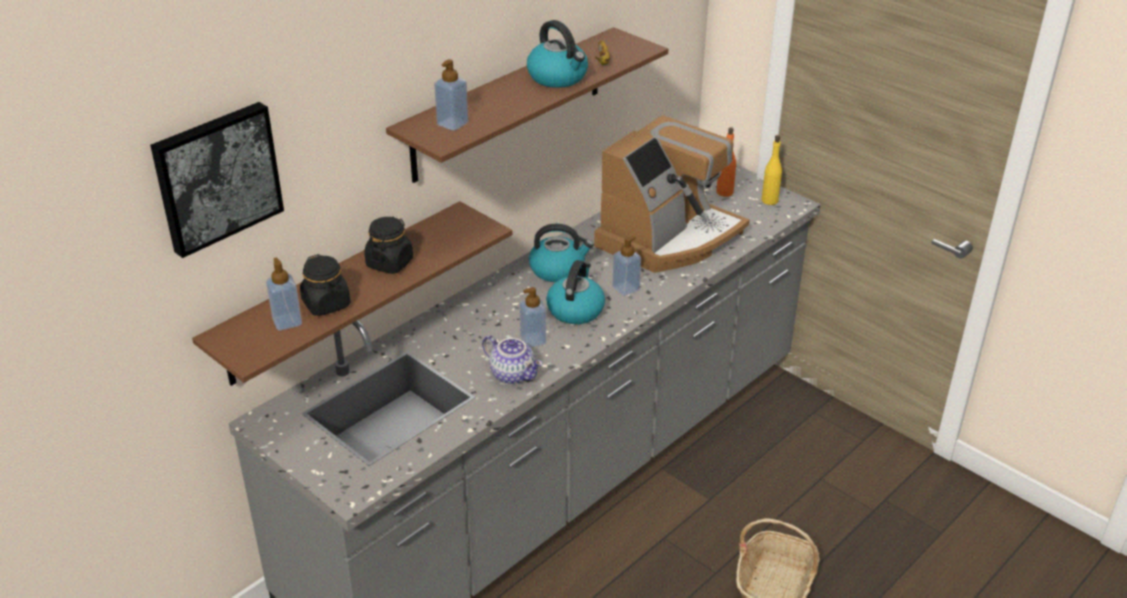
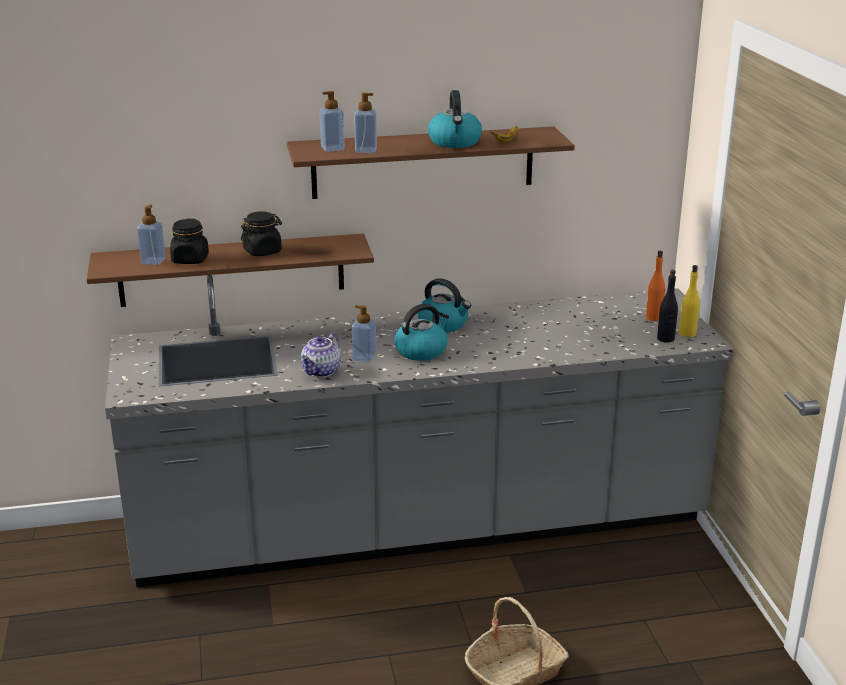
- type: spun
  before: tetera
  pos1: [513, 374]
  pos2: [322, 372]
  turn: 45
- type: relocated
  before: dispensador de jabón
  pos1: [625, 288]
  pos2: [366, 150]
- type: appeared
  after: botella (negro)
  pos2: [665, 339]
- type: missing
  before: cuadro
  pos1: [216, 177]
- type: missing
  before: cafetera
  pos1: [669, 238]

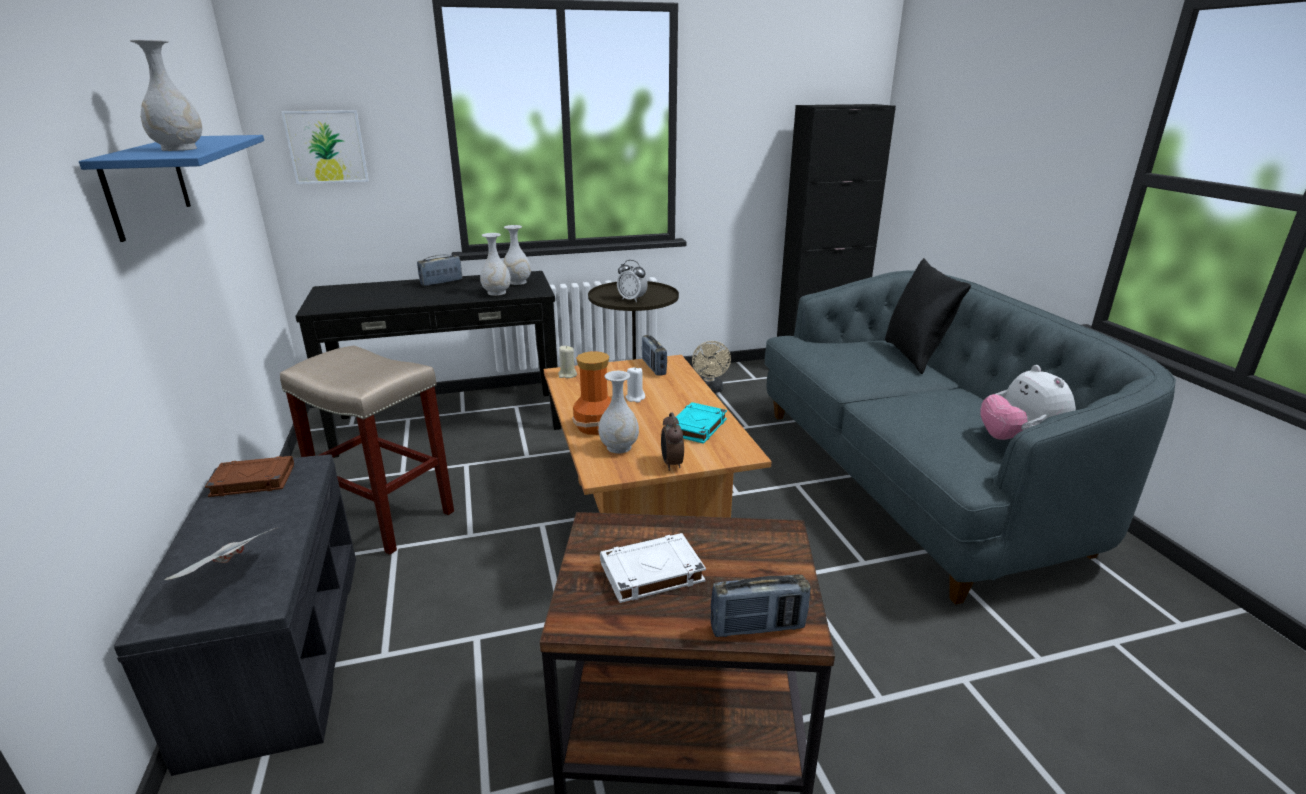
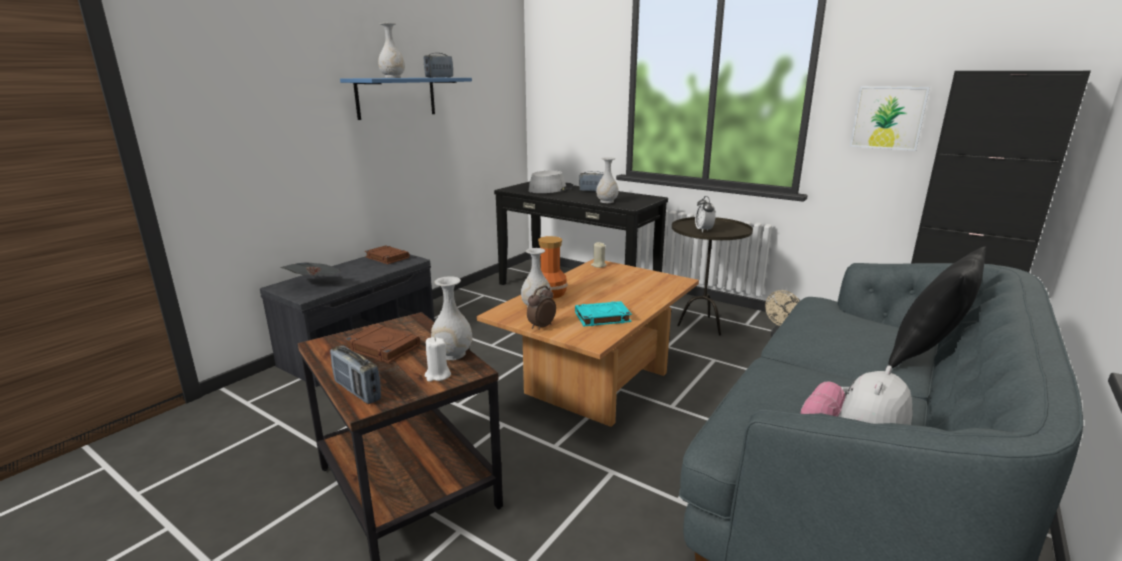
- type: colour
  before: libro (blanco)
  after: libro (marrón)
  pos1: [651, 573]
  pos2: [382, 347]
- type: relocated
  before: radio
  pos1: [653, 367]
  pos2: [439, 77]
- type: relocated
  before: vela (blanco)
  pos1: [635, 398]
  pos2: [437, 375]
- type: relocated
  before: florero (blanco)
  pos1: [517, 282]
  pos2: [452, 354]
- type: appeared
  after: sombrero (gris)
  pos2: [550, 189]
- type: relocated
  before: cuadro
  pos1: [326, 147]
  pos2: [888, 118]
- type: missing
  before: taburete (beis)
  pos1: [384, 516]

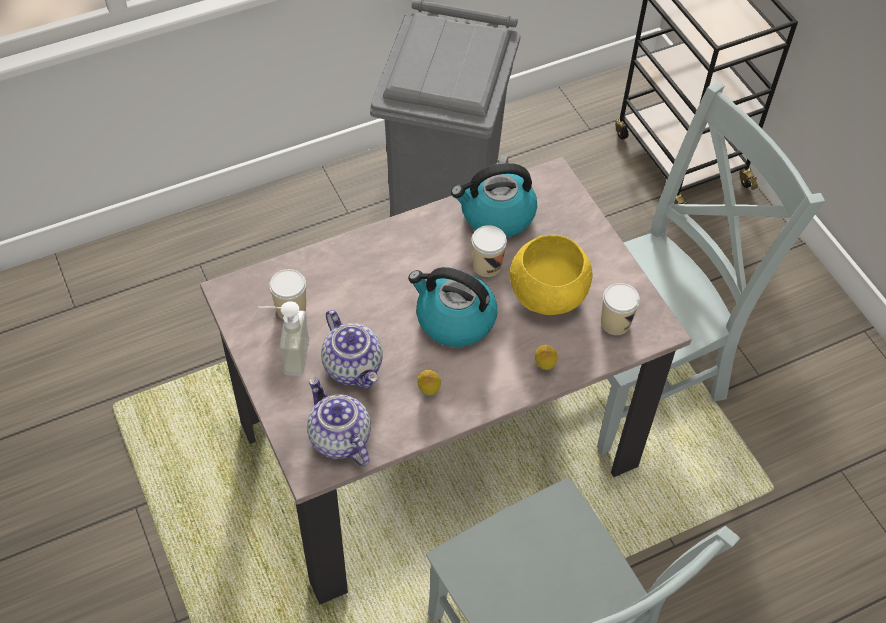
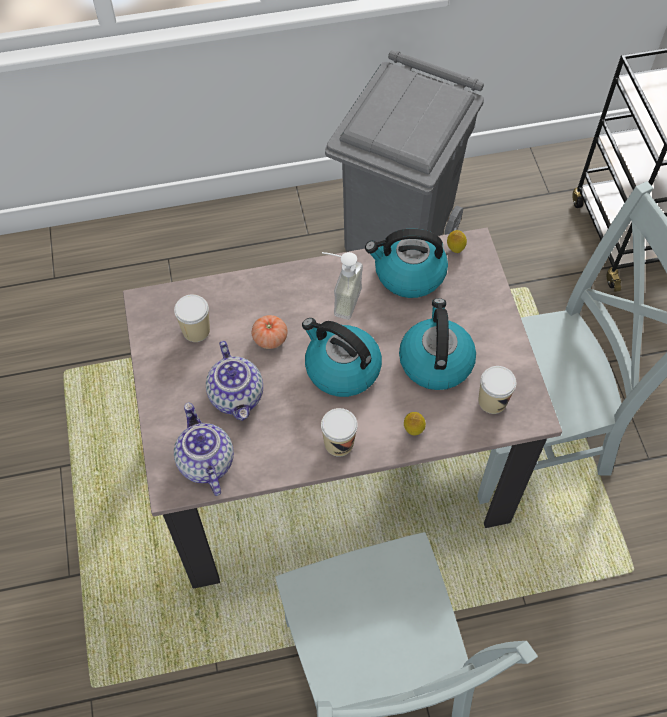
- type: appeared
  after: tomate
  pos2: [270, 338]
- type: relocated
  before: taza
  pos1: [487, 265]
  pos2: [339, 443]
- type: relocated
  before: dispensador de jabón
  pos1: [286, 355]
  pos2: [339, 299]
- type: exchanged
  before: cuenco (amarillo)
  after: hervidor
  pos1: [547, 295]
  pos2: [435, 361]
- type: relocated
  before: limón
  pos1: [428, 391]
  pos2: [455, 249]

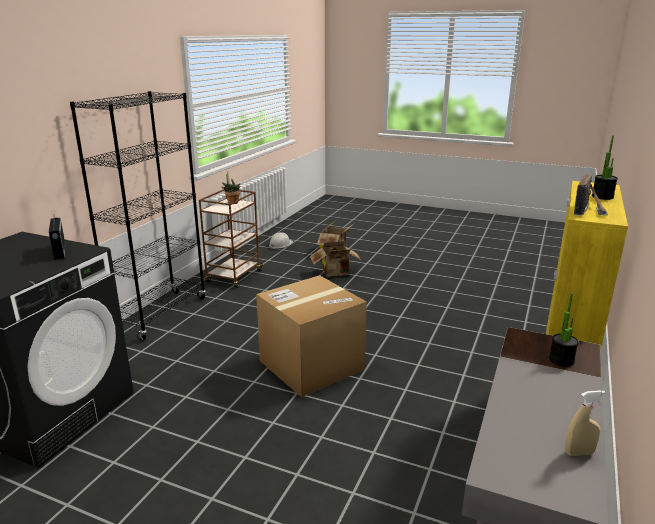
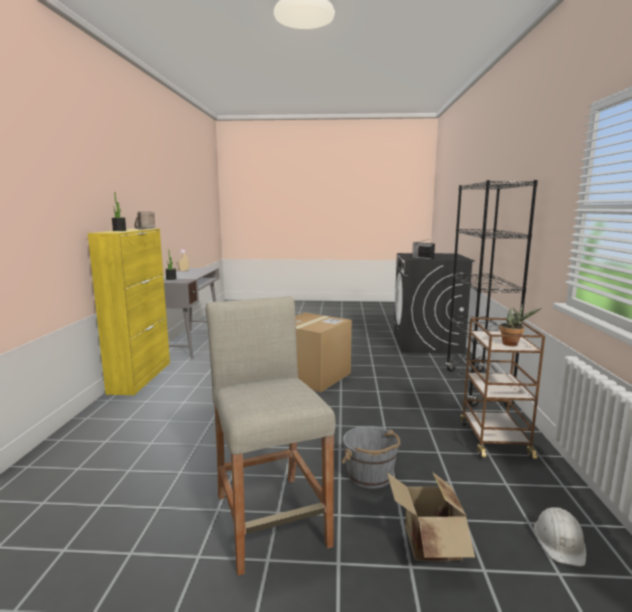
- type: appeared
  after: taburete (beis)
  pos2: [270, 519]
- type: exchanged
  before: caja de cartón
  after: cubo (gris)
  pos1: [336, 273]
  pos2: [370, 475]

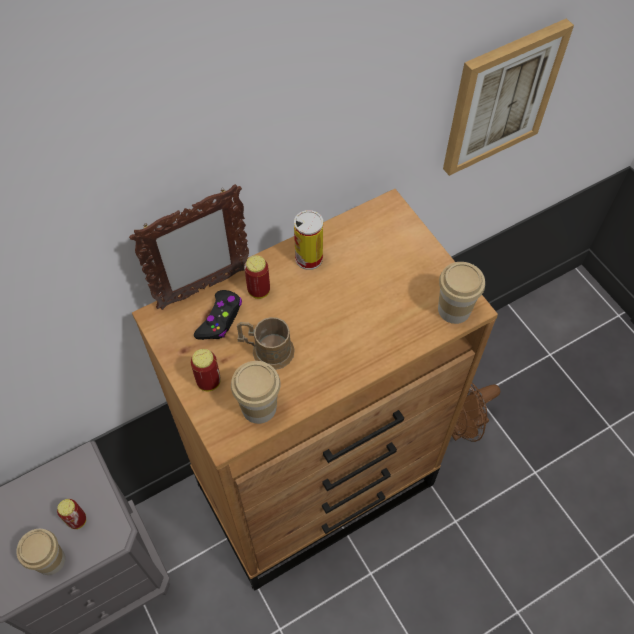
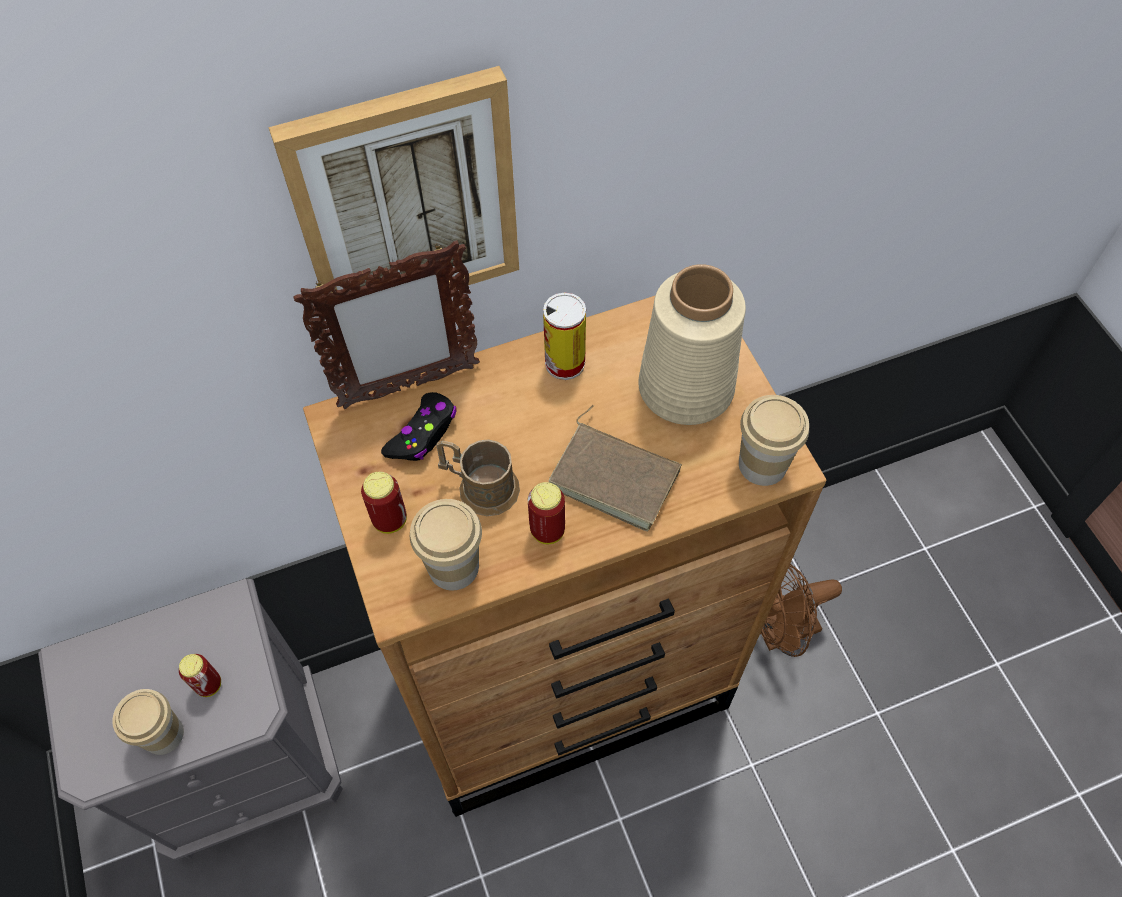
- type: relocated
  before: cuadro
  pos1: [501, 97]
  pos2: [406, 200]
- type: relocated
  before: lata
  pos1: [259, 290]
  pos2: [547, 530]
- type: appeared
  after: libro (marrón)
  pos2: [616, 476]
- type: appeared
  after: florero (beis)
  pos2: [686, 389]

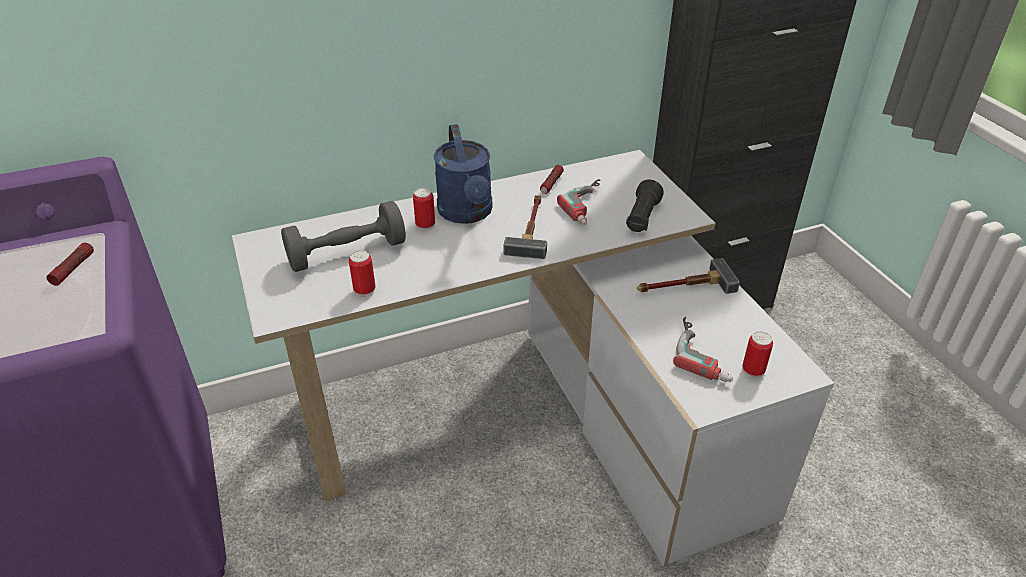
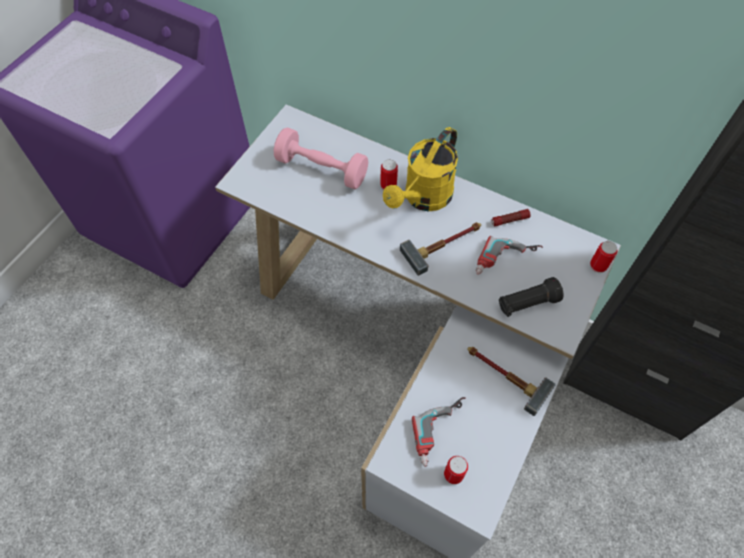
- type: colour
  before: mancuerna (gris)
  after: mancuerna (rosa)
  pos1: [347, 253]
  pos2: [322, 169]
- type: colour
  before: regadera (azul)
  after: regadera (amarillo)
  pos1: [467, 214]
  pos2: [423, 198]
- type: relocated
  before: lata
  pos1: [364, 290]
  pos2: [598, 266]
- type: missing
  before: linterna
  pos1: [73, 269]

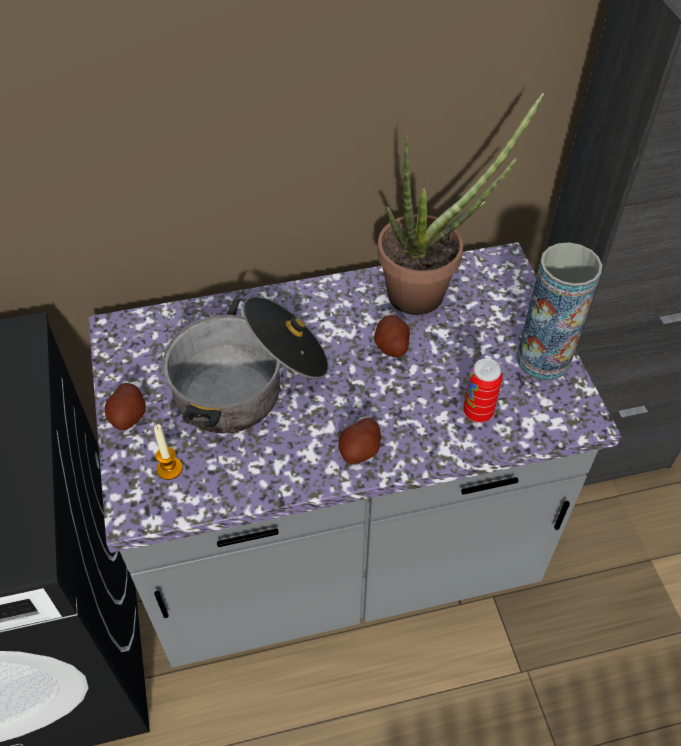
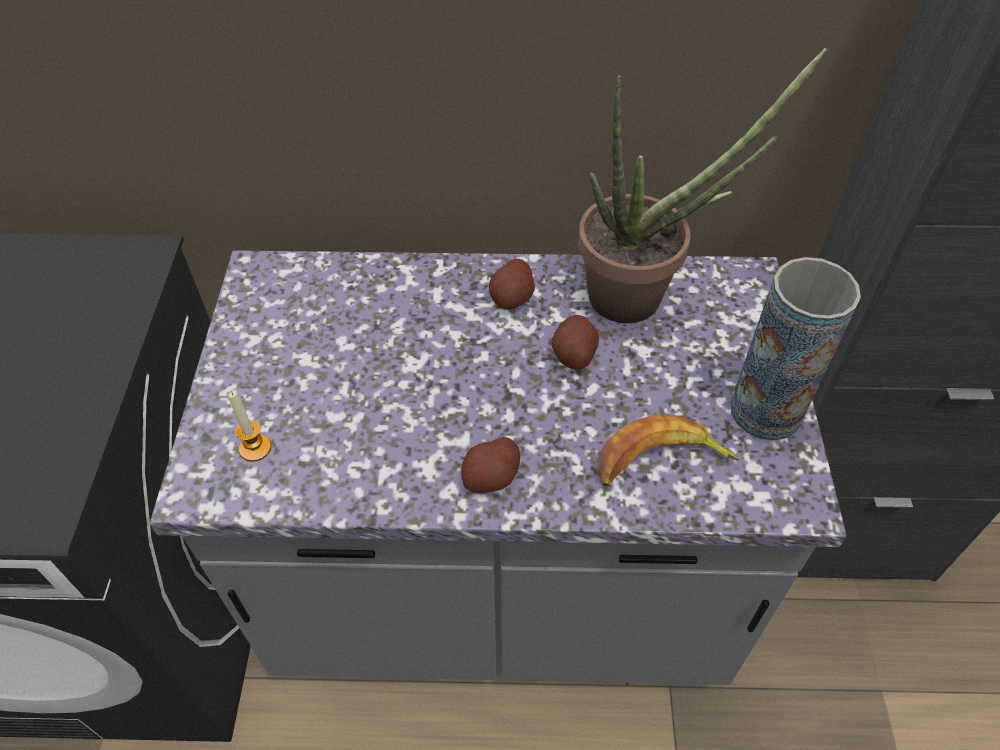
- type: relocated
  before: patata
  pos1: [128, 416]
  pos2: [512, 297]
- type: exchanged
  before: lata
  after: plátano
  pos1: [478, 412]
  pos2: [658, 461]
- type: missing
  before: olla
  pos1: [250, 384]

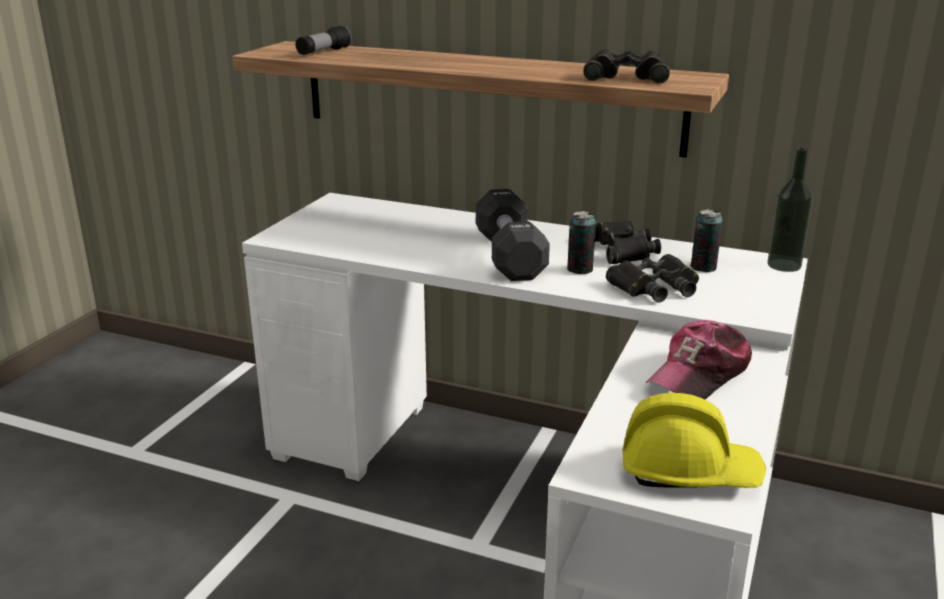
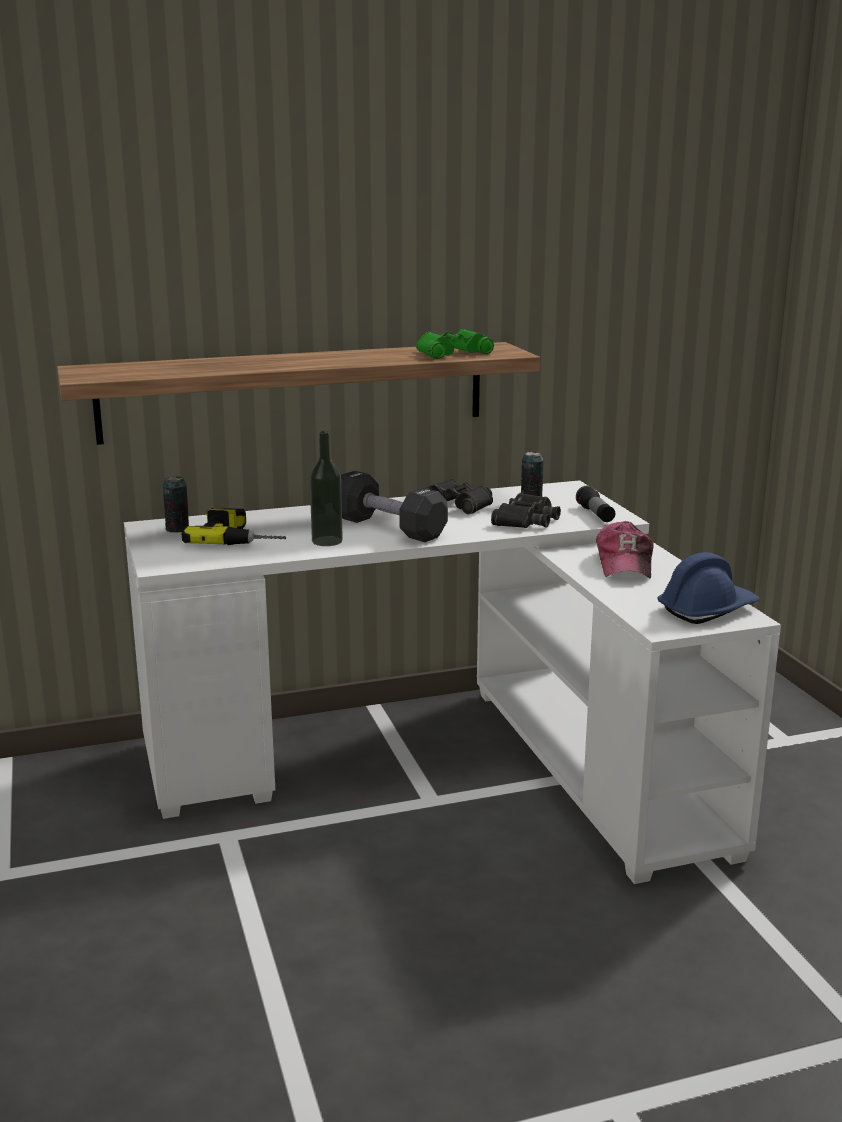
- type: relocated
  before: lata
  pos1: [580, 269]
  pos2: [177, 529]
- type: appeared
  after: taladro
  pos2: [241, 537]
- type: relocated
  before: botella
  pos1: [784, 265]
  pos2: [327, 541]
- type: colour
  before: prismáticos (negro)
  after: prismáticos (verde)
  pos1: [626, 77]
  pos2: [451, 353]
- type: relocated
  before: linterna
  pos1: [323, 52]
  pos2: [595, 515]
- type: colour
  before: casco (amarillo)
  after: casco (azul)
  pos1: [689, 472]
  pos2: [707, 610]

